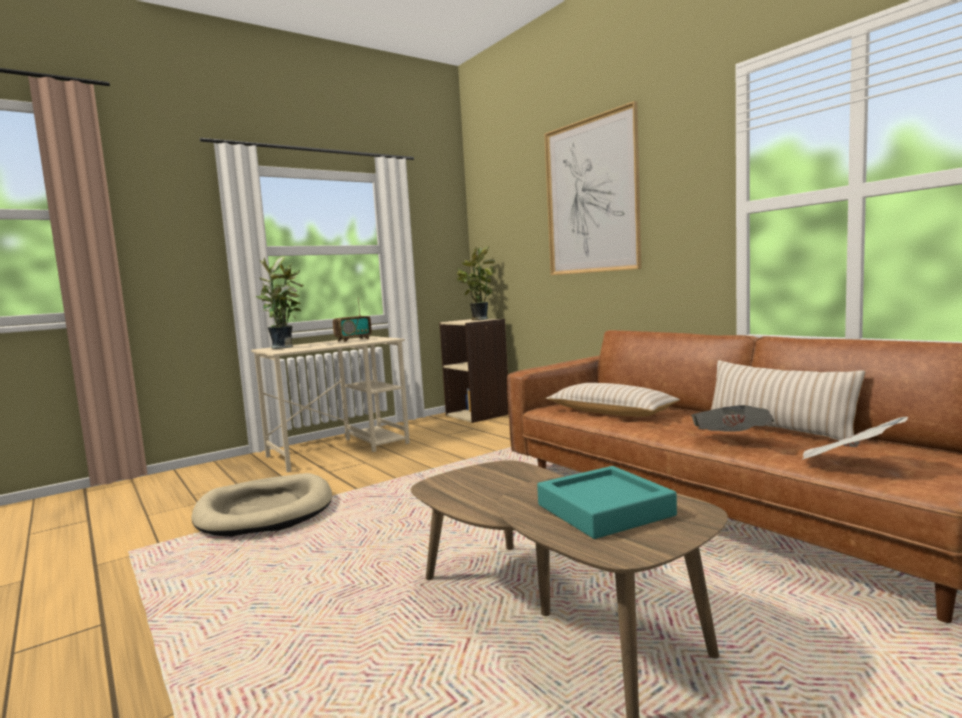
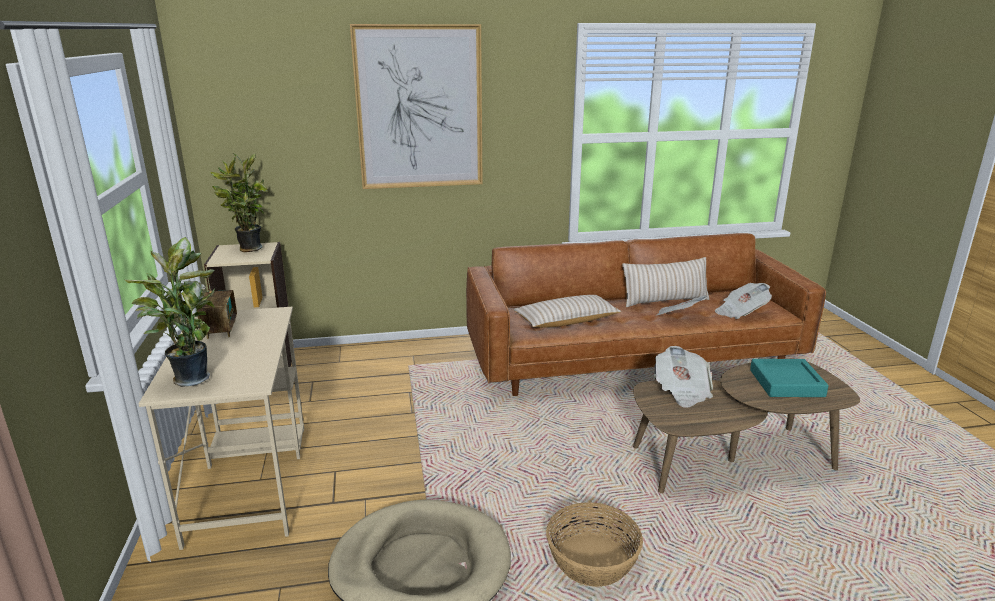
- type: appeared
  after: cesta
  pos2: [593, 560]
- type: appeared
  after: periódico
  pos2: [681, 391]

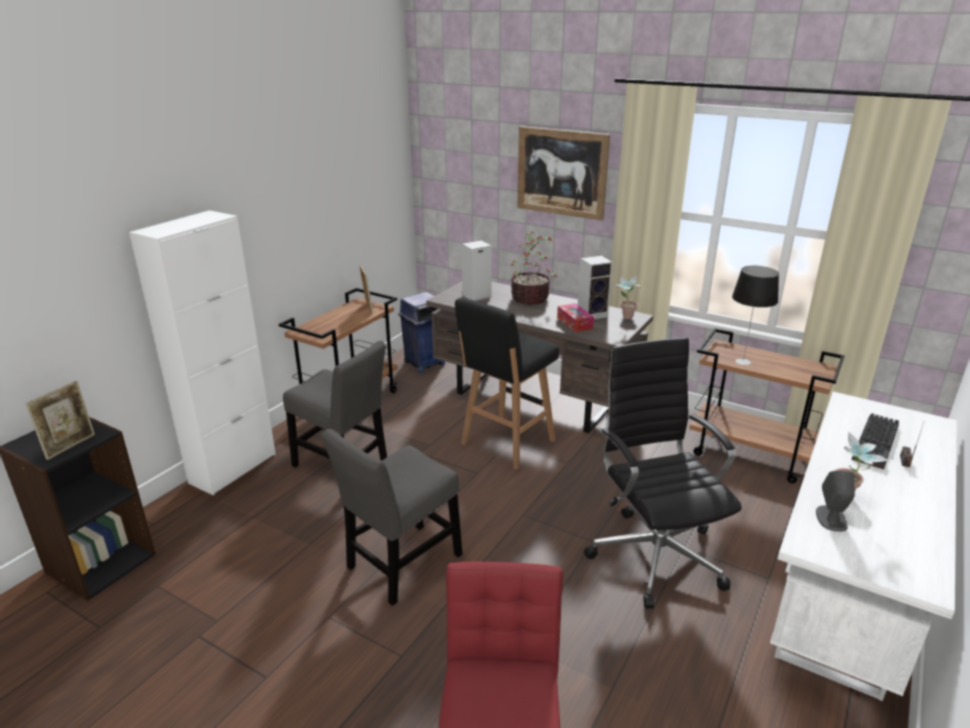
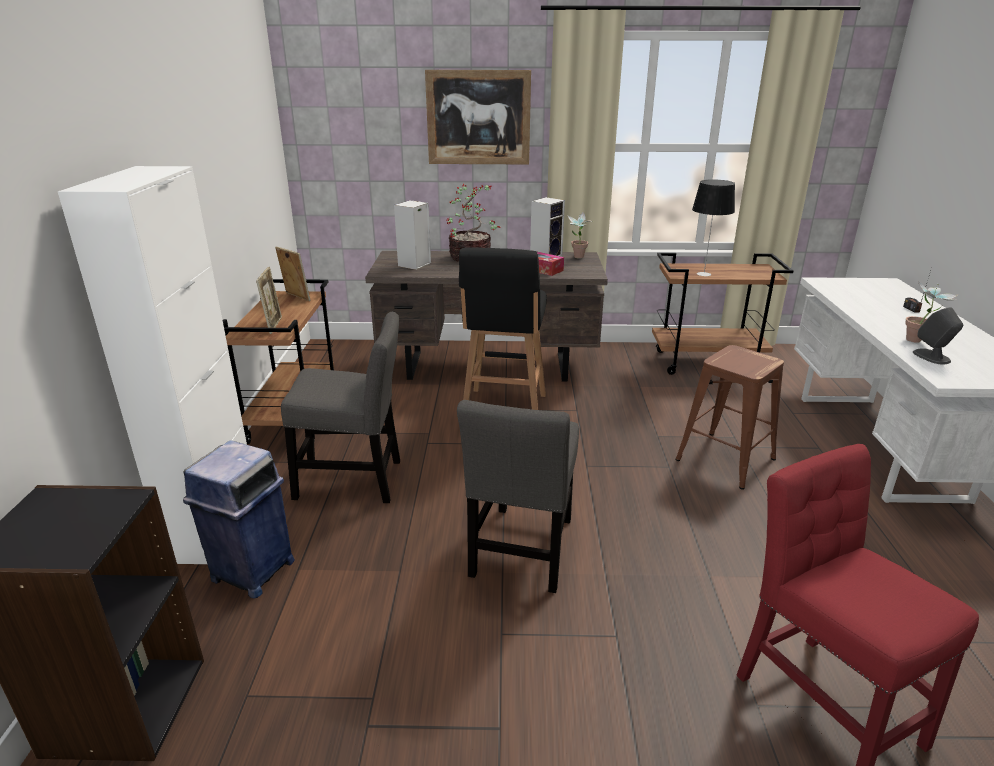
- type: relocated
  before: papelera (azul)
  pos1: [423, 363]
  pos2: [252, 572]
- type: relocated
  before: portarretratos
  pos1: [70, 446]
  pos2: [273, 325]
- type: exchanged
  before: silla de oficina (negro)
  after: taburete (marrón)
  pos1: [655, 553]
  pos2: [724, 459]
- type: missing
  before: teclado
  pos1: [877, 443]

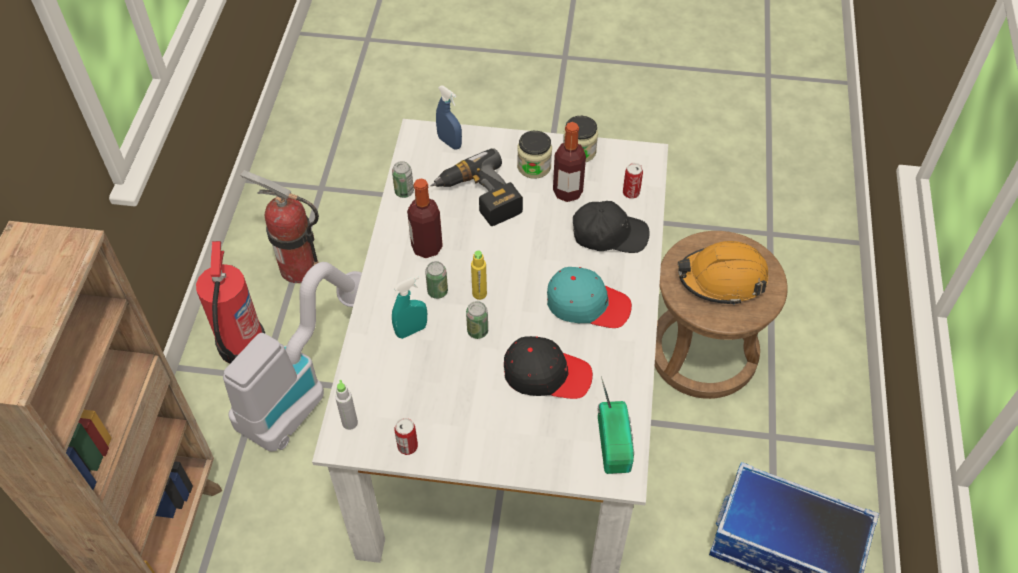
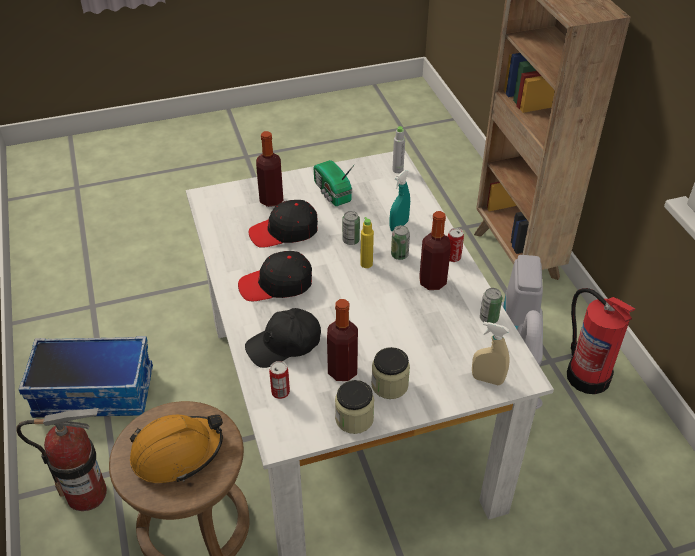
- type: relocated
  before: extintor
  pos1: [299, 268]
  pos2: [87, 493]
- type: colour
  before: gorra (turquesa)
  after: gorra (negro)
  pos1: [587, 304]
  pos2: [276, 284]
- type: appeared
  after: botella
  pos2: [271, 200]
- type: relocated
  before: radio
  pos1: [615, 442]
  pos2: [332, 193]
- type: relocated
  before: lata
  pos1: [407, 446]
  pos2: [453, 257]
- type: colour
  before: pulverizador (azul)
  after: pulverizador (beis)
  pos1: [449, 142]
  pos2: [487, 379]
- type: missing
  before: taladro
  pos1: [478, 198]

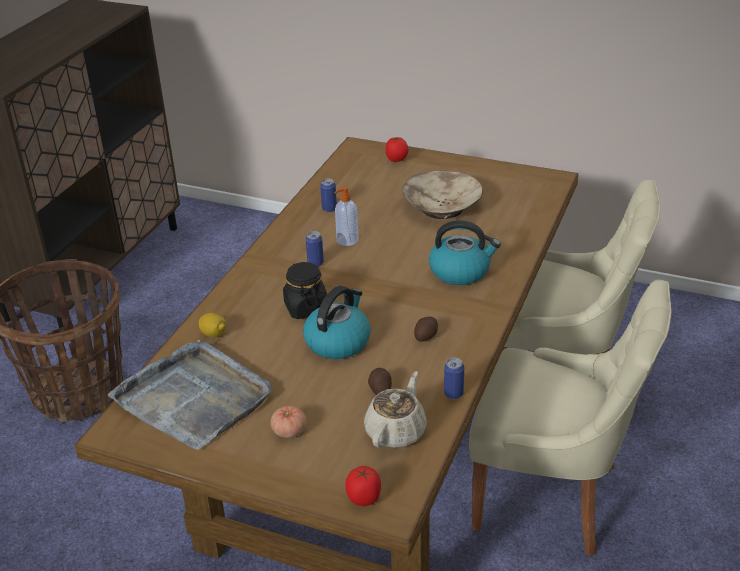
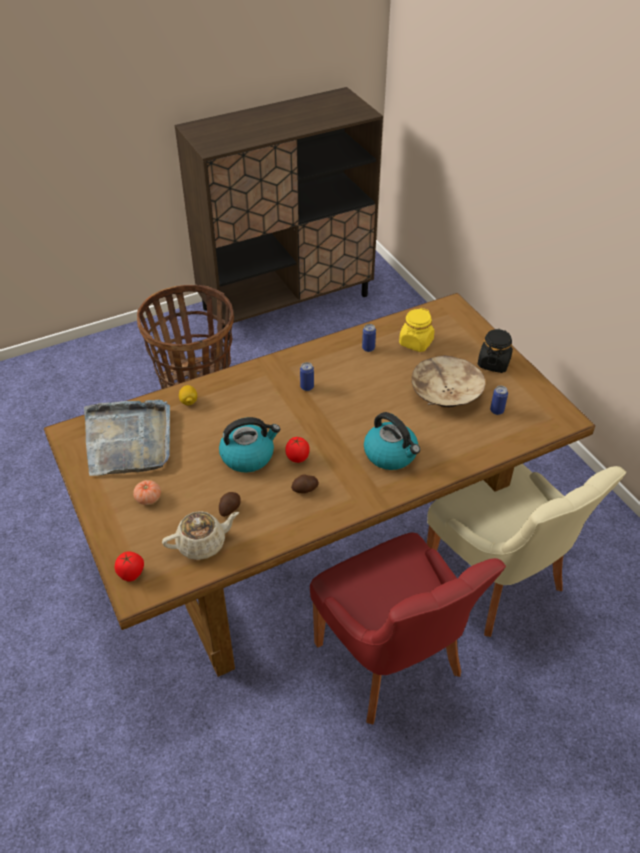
- type: relocated
  before: tomate
  pos1: [397, 160]
  pos2: [297, 458]
- type: colour
  before: silla (beis)
  after: silla (rojo)
  pos1: [552, 497]
  pos2: [391, 662]
- type: appeared
  after: tarro (amarillo)
  pos2: [416, 343]
- type: relocated
  before: tarro (negro)
  pos1: [306, 308]
  pos2: [493, 363]
- type: relocated
  before: lata
  pos1: [453, 393]
  pos2: [497, 410]
- type: missing
  before: dispensador de jabón
  pos1: [346, 240]

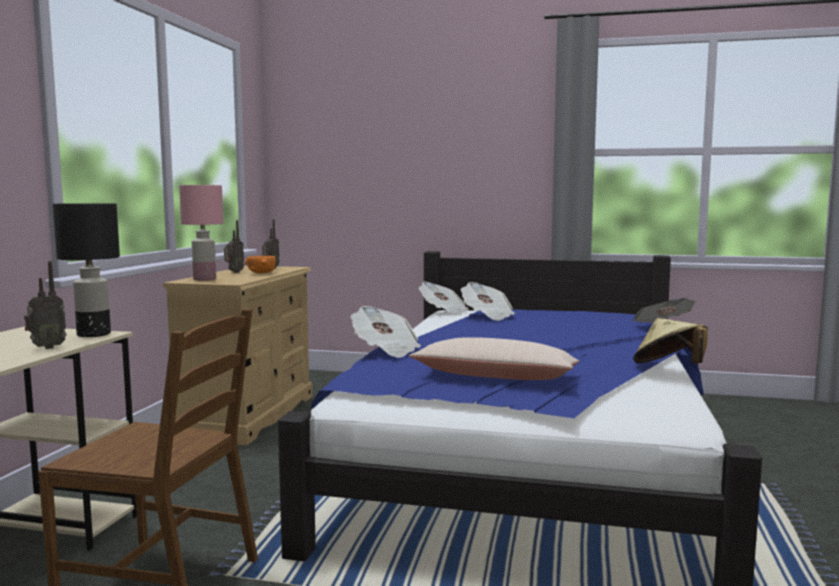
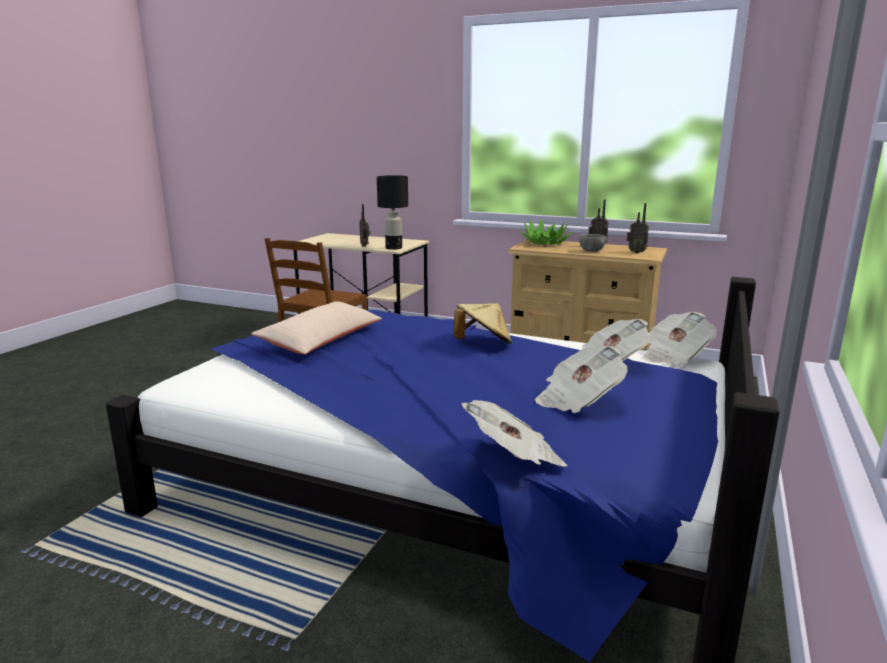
- type: relocated
  before: sombrero (beis)
  pos1: [669, 368]
  pos2: [483, 344]
- type: exchanged
  before: lámpara de mesa (rosa)
  after: planta en maceta
  pos1: [205, 279]
  pos2: [545, 243]
- type: relocated
  before: periódico
  pos1: [385, 350]
  pos2: [578, 400]
- type: colour
  before: cuenco (naranja)
  after: cuenco (gris)
  pos1: [261, 273]
  pos2: [591, 251]

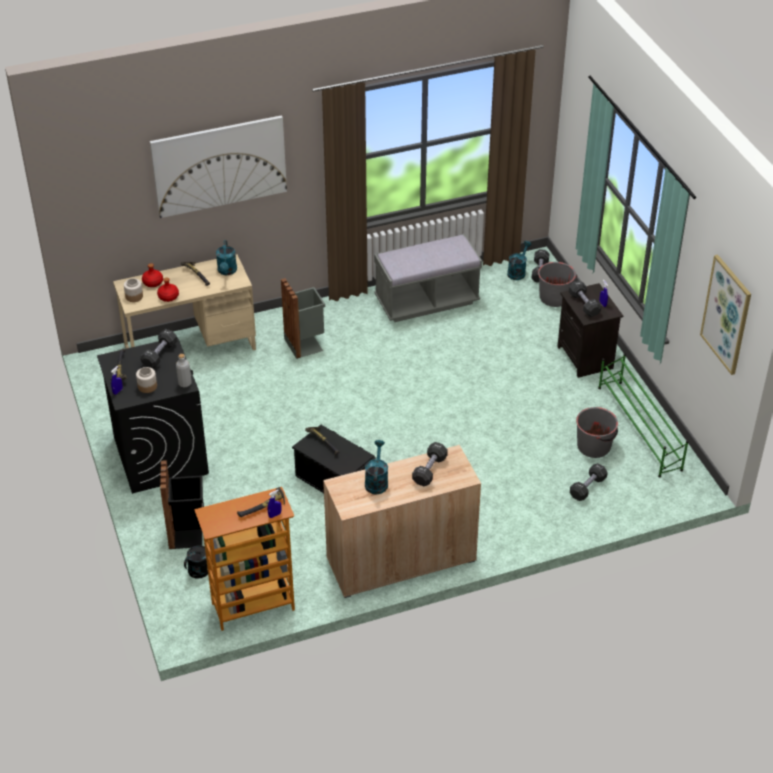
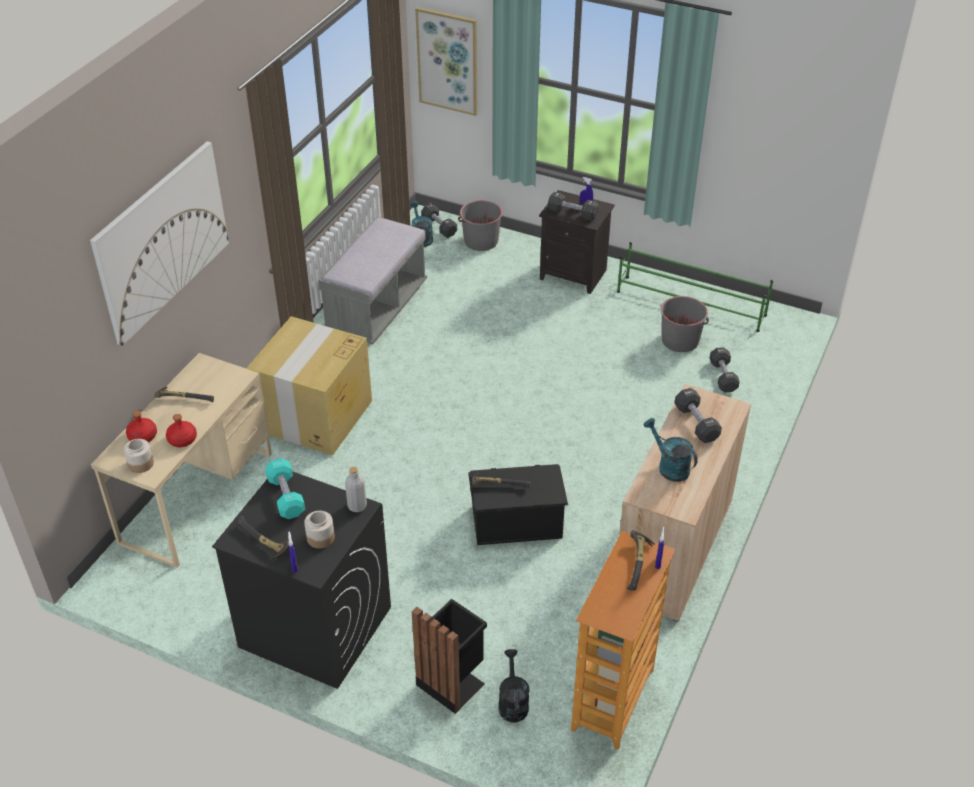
- type: exchanged
  before: papelera (gris)
  after: caja de cartón
  pos1: [305, 344]
  pos2: [314, 417]
- type: colour
  before: mancuerna (negro)
  after: mancuerna (turquesa)
  pos1: [160, 355]
  pos2: [286, 496]
- type: relocated
  before: cuadro
  pos1: [726, 314]
  pos2: [448, 61]
- type: missing
  before: regadera (turquesa)
  pos1: [227, 271]

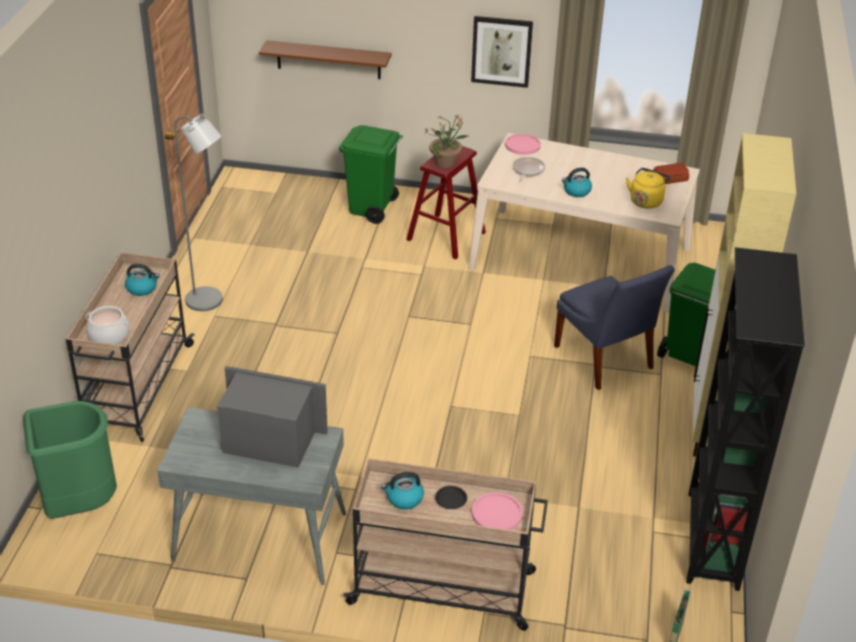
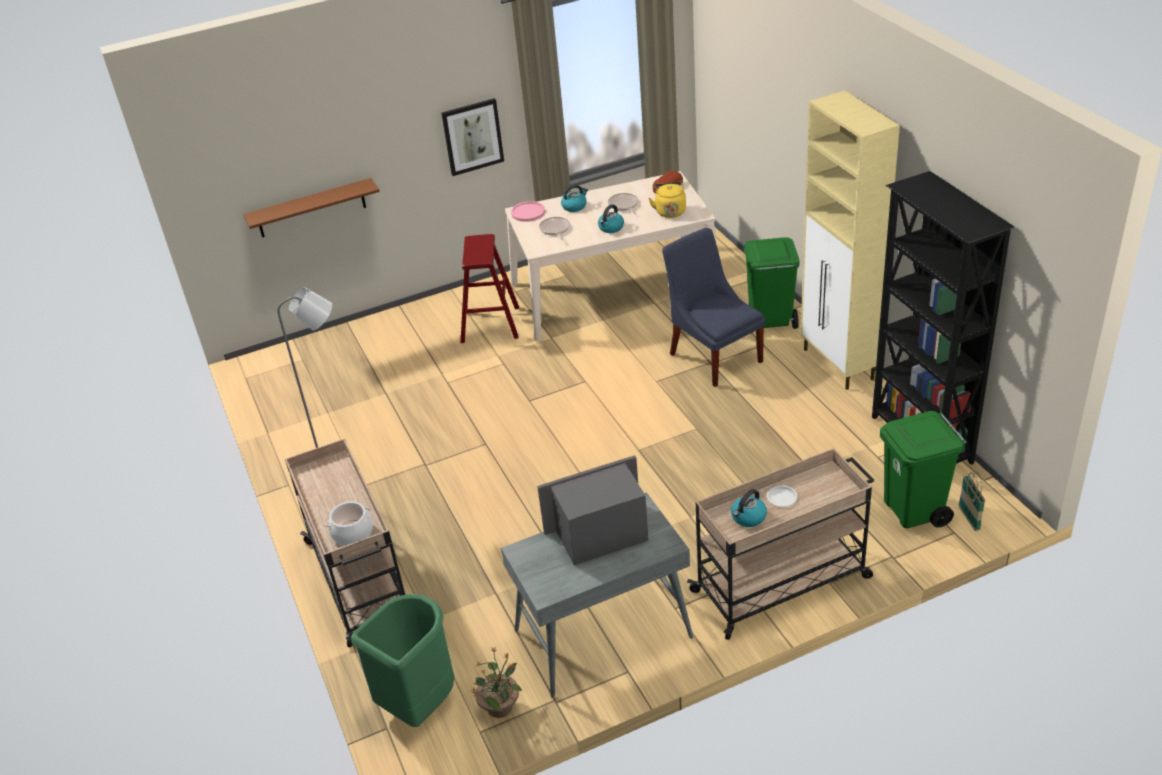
- type: relocated
  before: planta en maceta
  pos1: [446, 162]
  pos2: [500, 706]
- type: relocated
  before: hervidor
  pos1: [142, 288]
  pos2: [574, 206]
- type: appeared
  after: sartén
  pos2: [623, 205]
- type: spun
  before: silla (azul)
  pos1: [605, 360]
  pos2: [714, 355]
  turn: -150
- type: colour
  before: plato (negro)
  after: plato (blanco)
  pos1: [451, 499]
  pos2: [782, 498]
- type: relocated
  before: papelera (verde)
  pos1: [371, 209]
  pos2: [914, 511]
- type: missing
  before: plato (rosa)
  pos1: [497, 513]

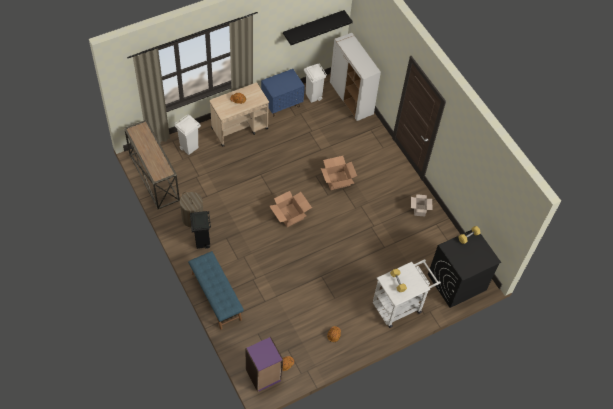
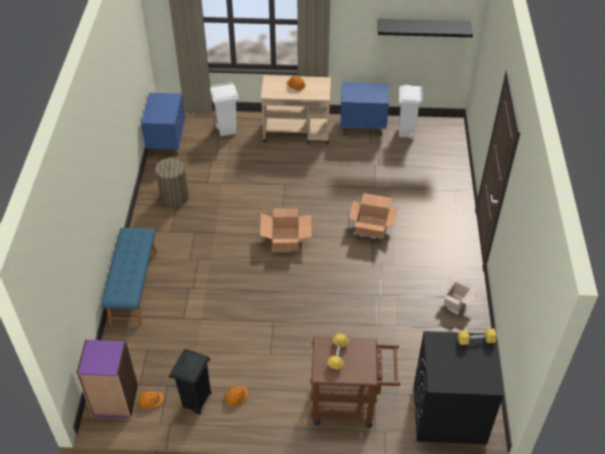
- type: exchanged
  before: mesa consola
  after: mesita de noche (azul)
  pos1: [153, 177]
  pos2: [167, 143]
- type: relocated
  before: papelera (negro)
  pos1: [202, 242]
  pos2: [196, 402]
- type: colour
  before: carrito (blanco)
  after: carrito (marrón)
  pos1: [400, 305]
  pos2: [349, 404]
- type: missing
  before: armario (blanco)
  pos1: [351, 98]

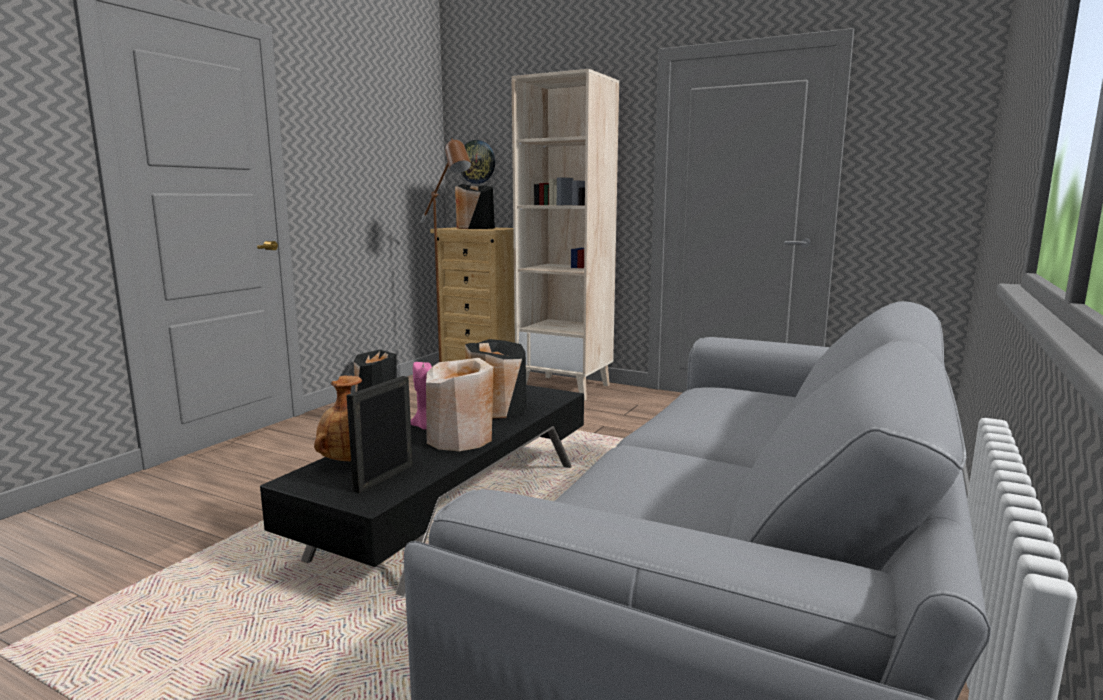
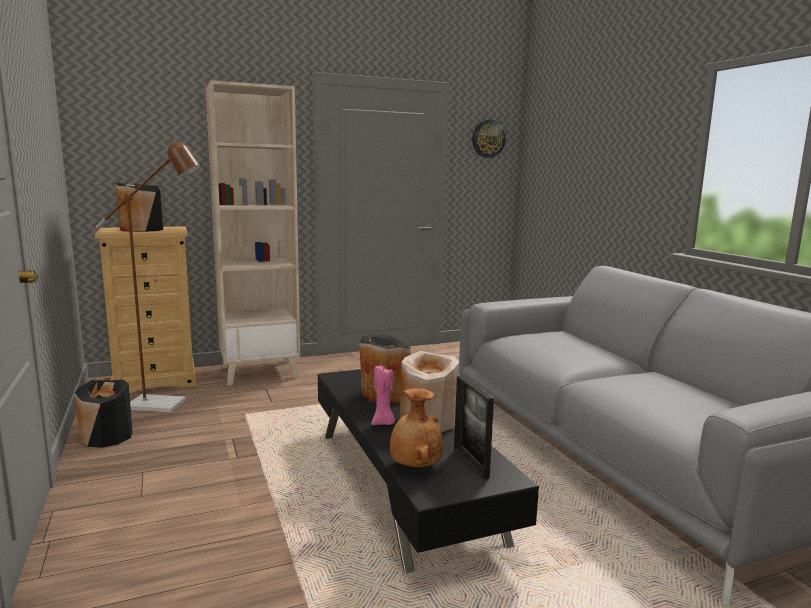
- type: relocated
  before: reloj de pared
  pos1: [477, 162]
  pos2: [488, 138]

